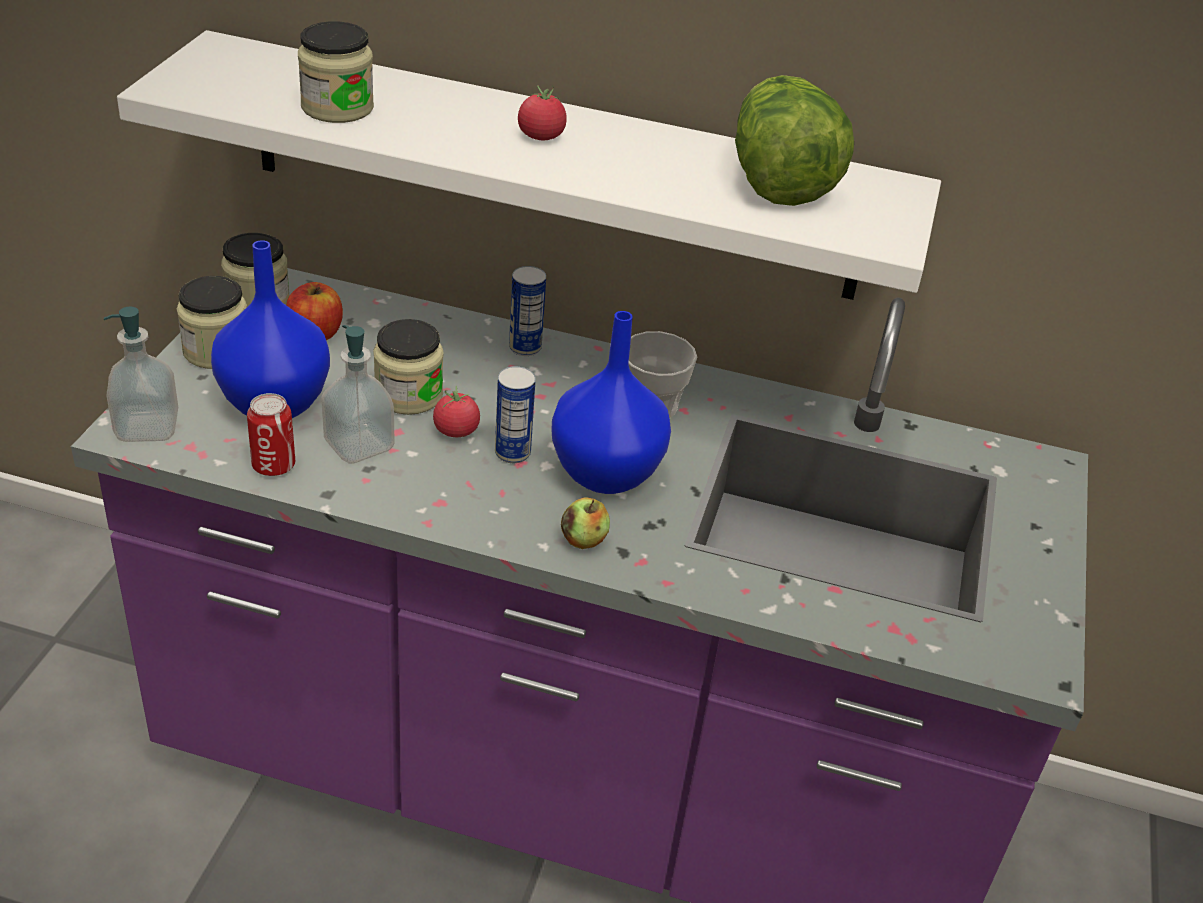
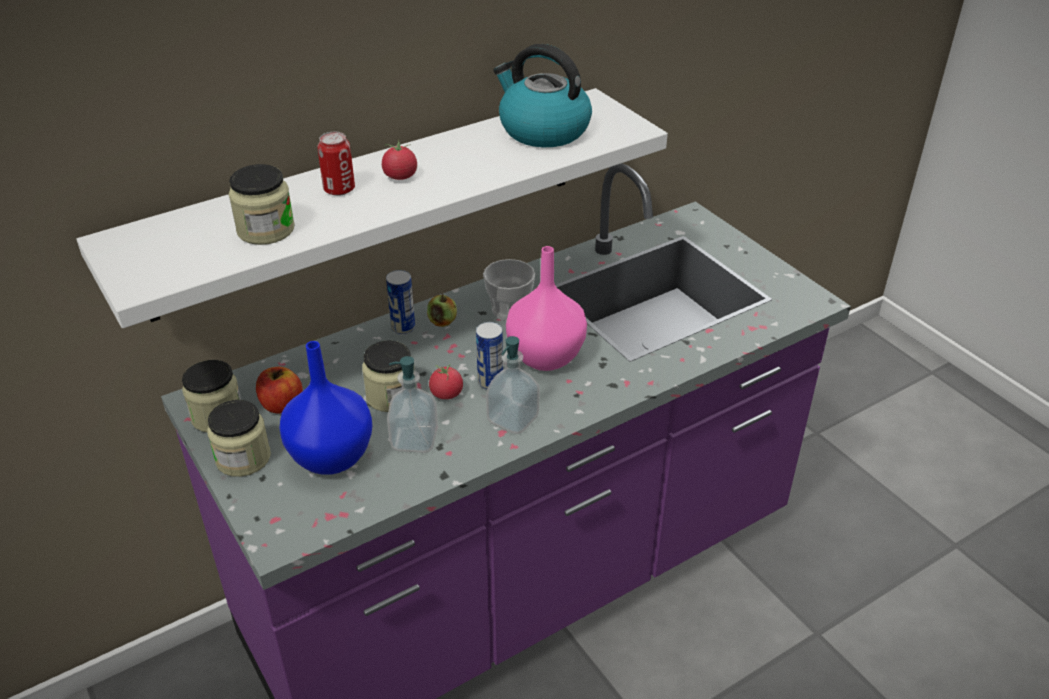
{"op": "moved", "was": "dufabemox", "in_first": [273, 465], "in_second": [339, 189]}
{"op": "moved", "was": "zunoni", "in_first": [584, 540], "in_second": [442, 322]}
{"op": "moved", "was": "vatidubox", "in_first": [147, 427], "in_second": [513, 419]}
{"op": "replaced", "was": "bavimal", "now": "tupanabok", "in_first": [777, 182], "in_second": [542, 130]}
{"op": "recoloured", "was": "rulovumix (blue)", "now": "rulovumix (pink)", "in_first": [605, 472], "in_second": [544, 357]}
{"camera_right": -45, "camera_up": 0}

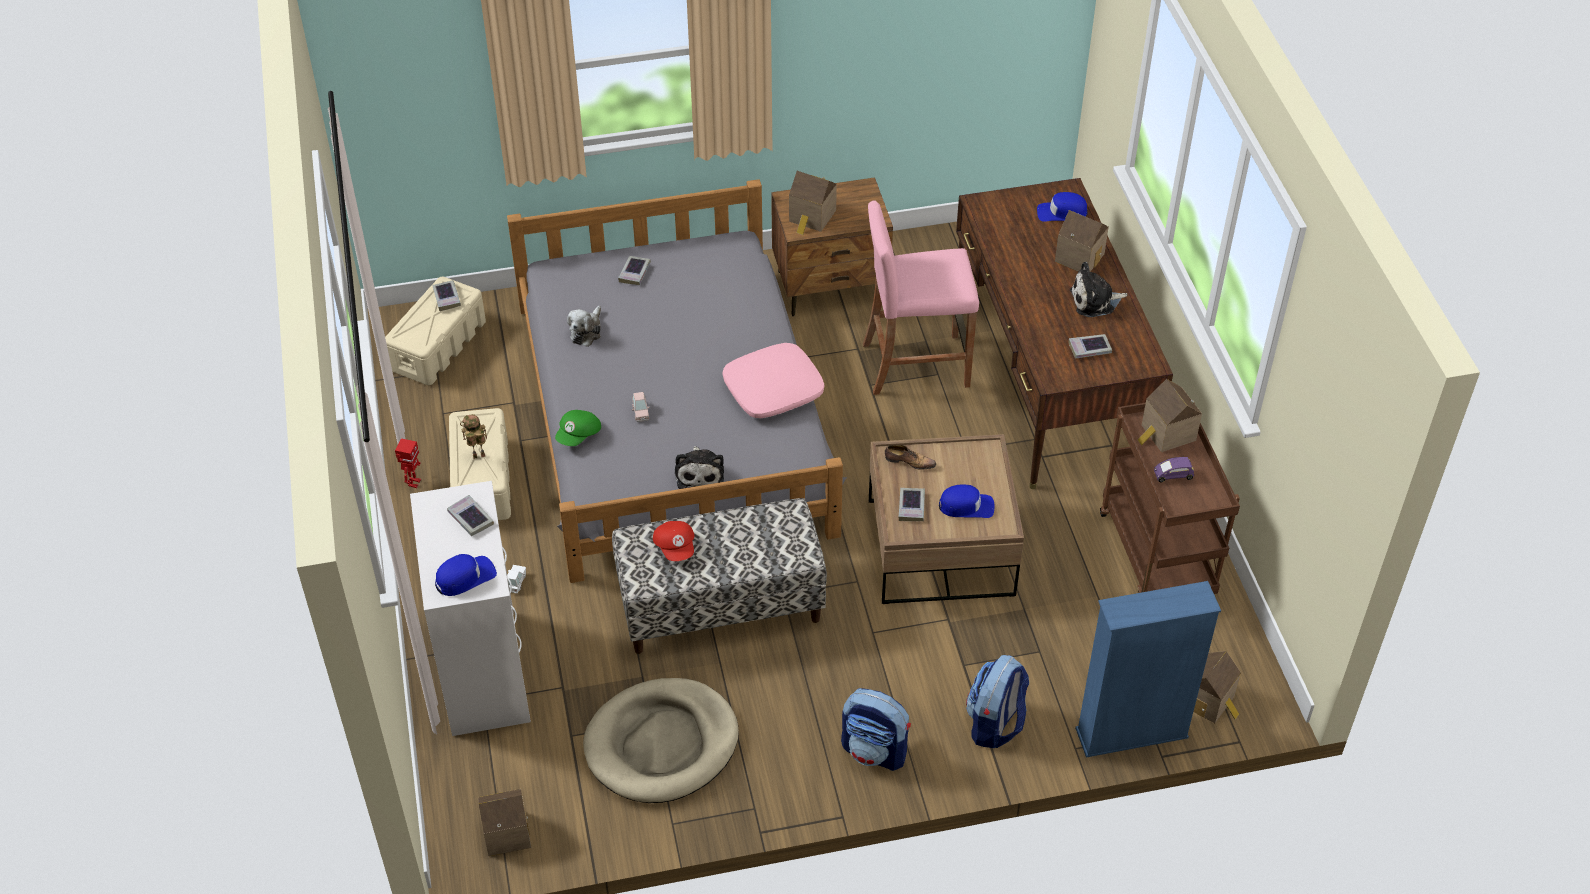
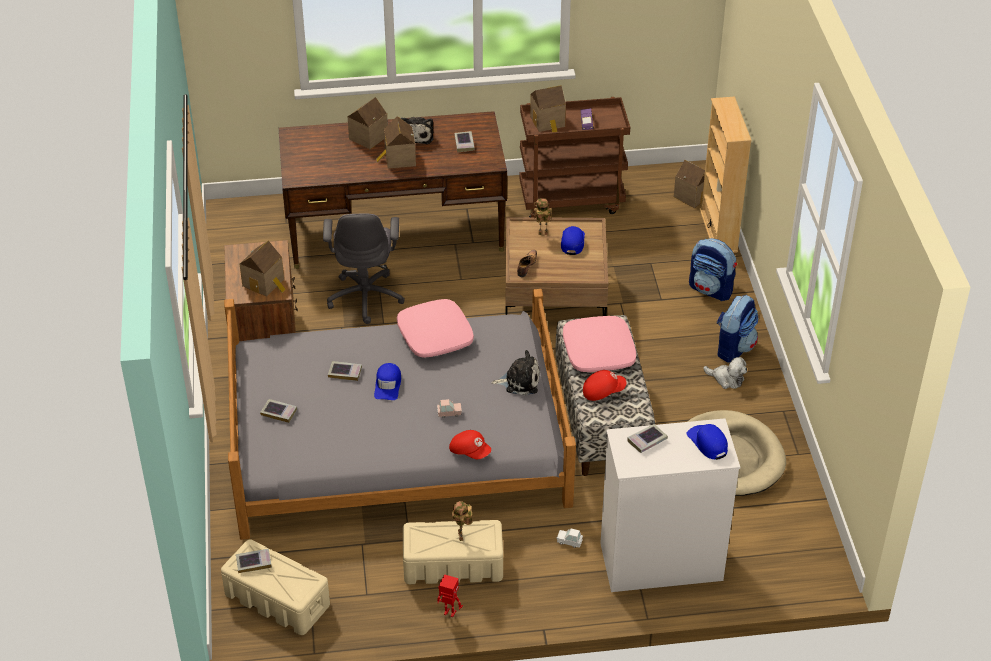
{"op": "replaced", "was": "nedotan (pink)", "now": "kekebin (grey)", "in_first": [916, 364], "in_second": [366, 296]}
{"op": "moved", "was": "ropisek", "in_first": [911, 507], "in_second": [345, 372]}
{"op": "moved", "was": "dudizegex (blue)", "in_first": [1061, 212], "in_second": [388, 385]}
{"op": "moved", "was": "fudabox", "in_first": [506, 831], "in_second": [398, 159]}
{"op": "recoloured", "was": "dudizegex (green)", "now": "dudizegex (red)", "in_first": [579, 435], "in_second": [470, 451]}
{"op": "added", "now": "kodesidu", "in_second": [542, 234]}
{"op": "added", "now": "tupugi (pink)", "in_second": [598, 351]}
{"op": "recoloured", "was": "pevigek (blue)", "now": "pevigek (beige)", "in_first": [1131, 733], "in_second": [718, 231]}
{"op": "moved", "was": "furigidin", "in_first": [586, 331], "in_second": [726, 379]}
{"camera_right": -85, "camera_up": -5}

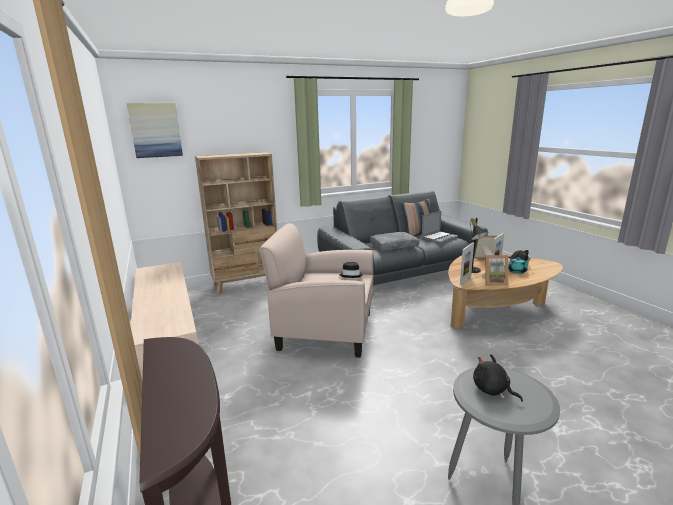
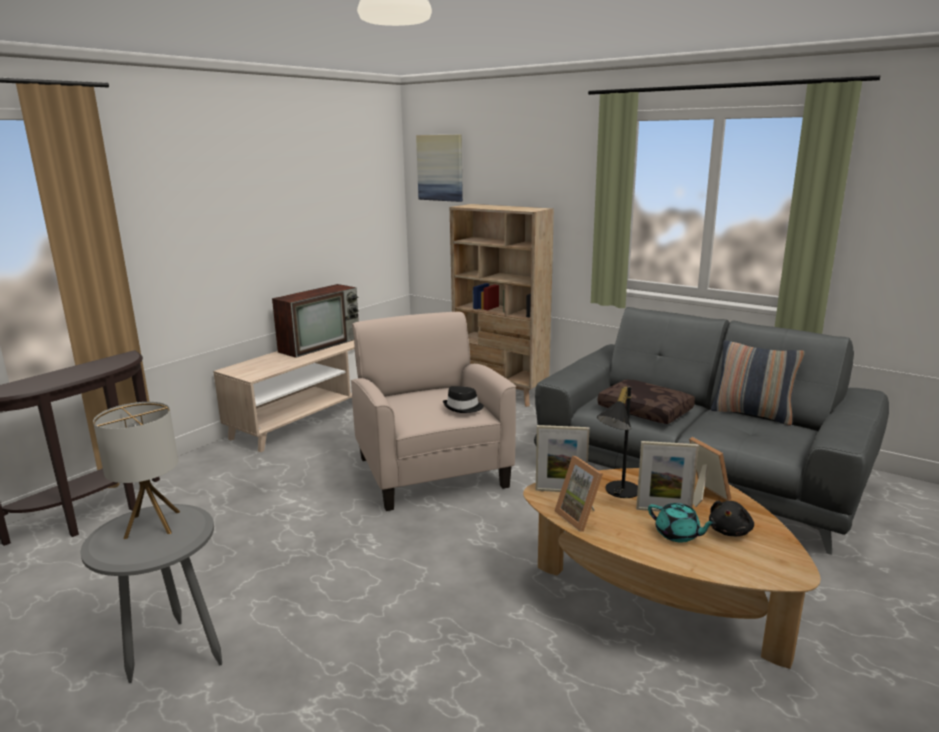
{"op": "replaced", "was": "furigidin (black)", "now": "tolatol", "in_first": [492, 390], "in_second": [152, 524]}
{"op": "added", "now": "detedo", "in_second": [321, 344]}
{"op": "recoloured", "was": "tupugi (grey)", "now": "tupugi (brown)", "in_first": [393, 246], "in_second": [646, 410]}
{"op": "removed", "was": "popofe", "in_first": [439, 238]}
{"camera_right": 60, "camera_up": 0}

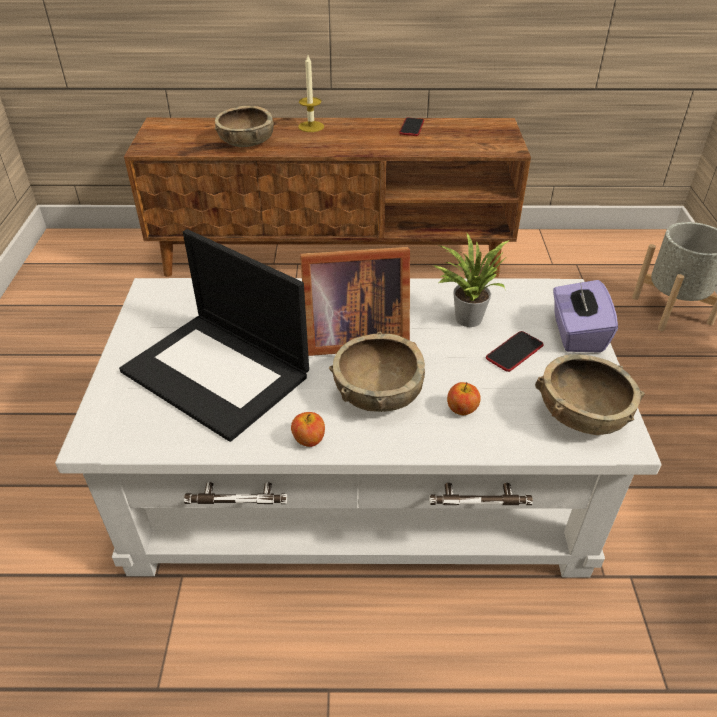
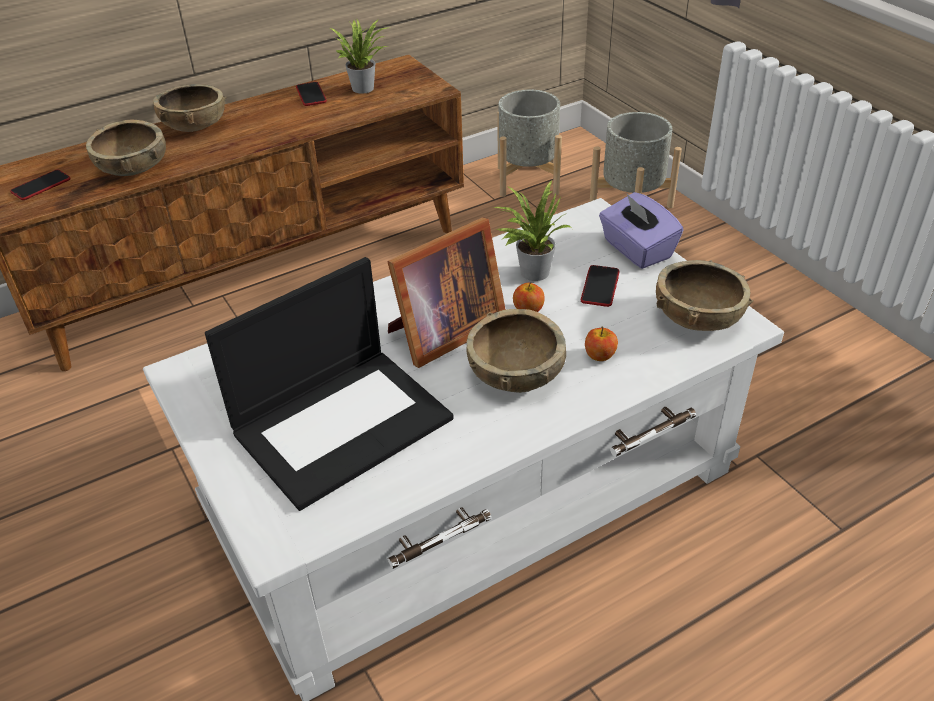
{"op": "added", "now": "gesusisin", "in_second": [41, 186]}
{"op": "replaced", "was": "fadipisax", "now": "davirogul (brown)", "in_first": [311, 126], "in_second": [194, 126]}
{"op": "turned", "was": "popofe", "in_first": [218, 373], "in_second": [343, 423], "clockwise": -45}
{"op": "added", "now": "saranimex", "in_second": [365, 87]}
{"op": "added", "now": "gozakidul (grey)", "in_second": [527, 180]}
{"op": "moved", "was": "zunoni", "in_first": [309, 440], "in_second": [528, 310]}
{"camera_right": -30, "camera_up": 0}

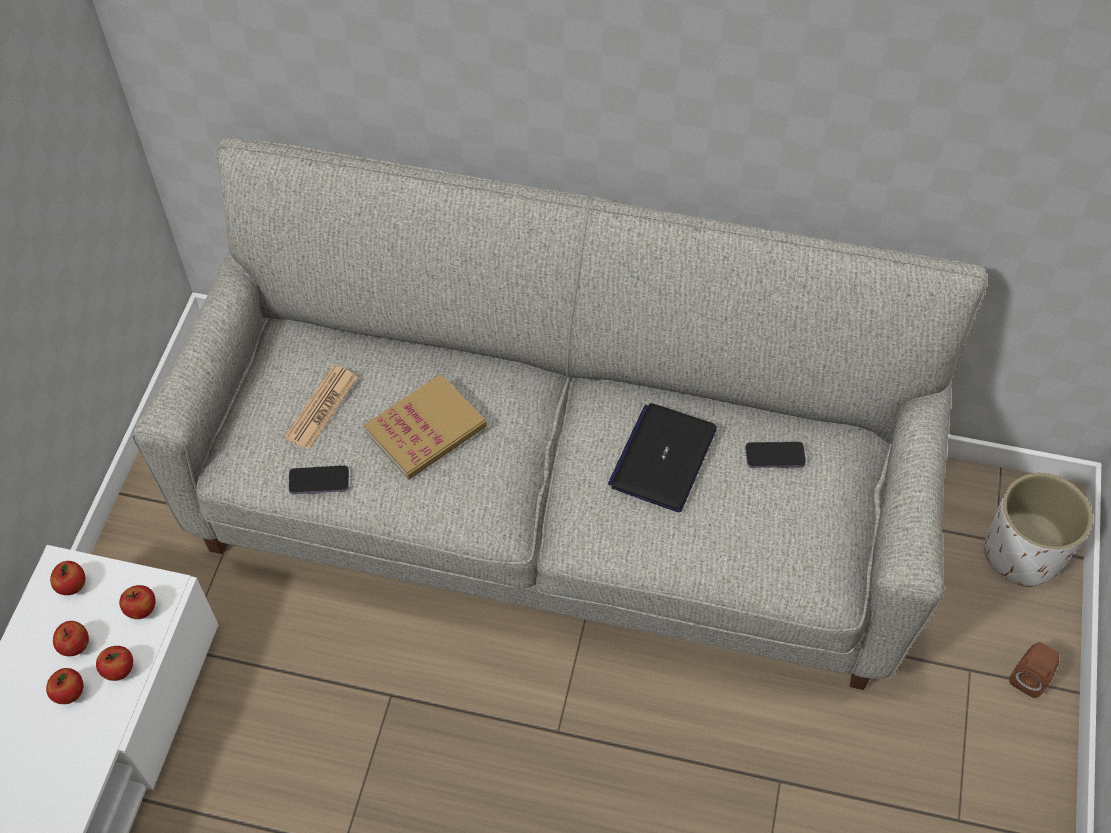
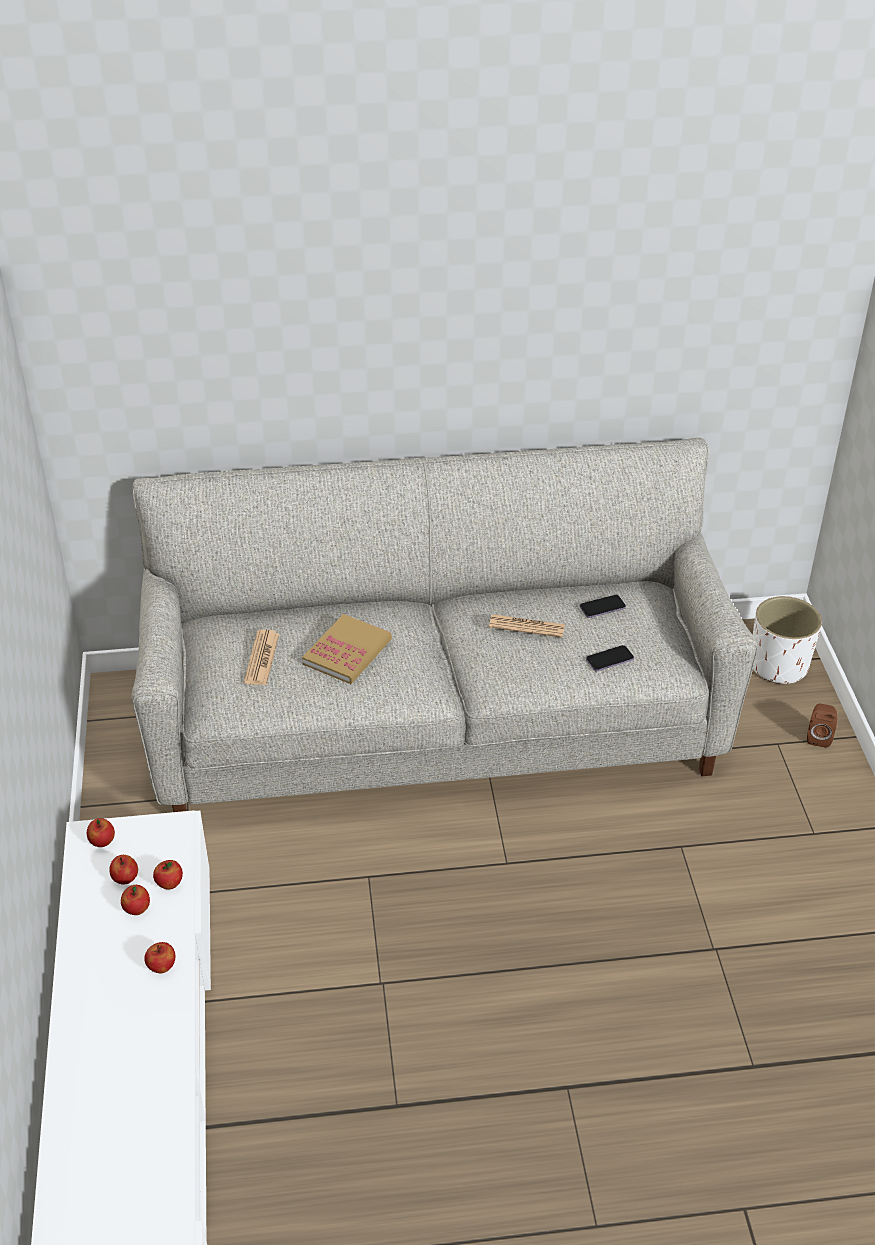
{"op": "moved", "was": "zunoni", "in_first": [142, 609], "in_second": [161, 967]}
{"op": "replaced", "was": "popofe", "now": "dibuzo", "in_first": [663, 458], "in_second": [527, 626]}
{"op": "moved", "was": "gesusisin", "in_first": [319, 481], "in_second": [609, 660]}
{"camera_right": -20, "camera_up": -15}

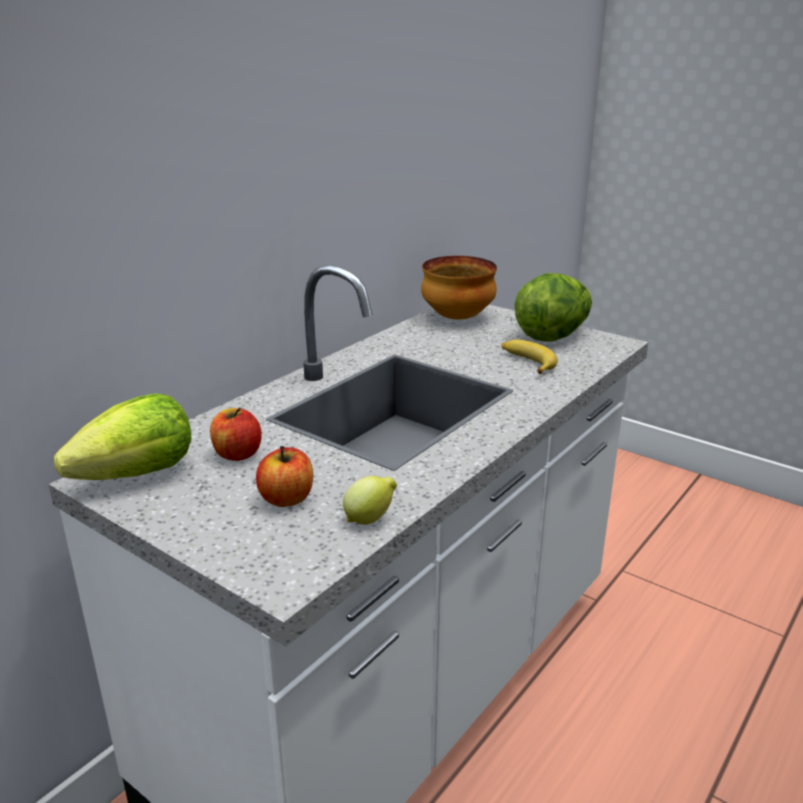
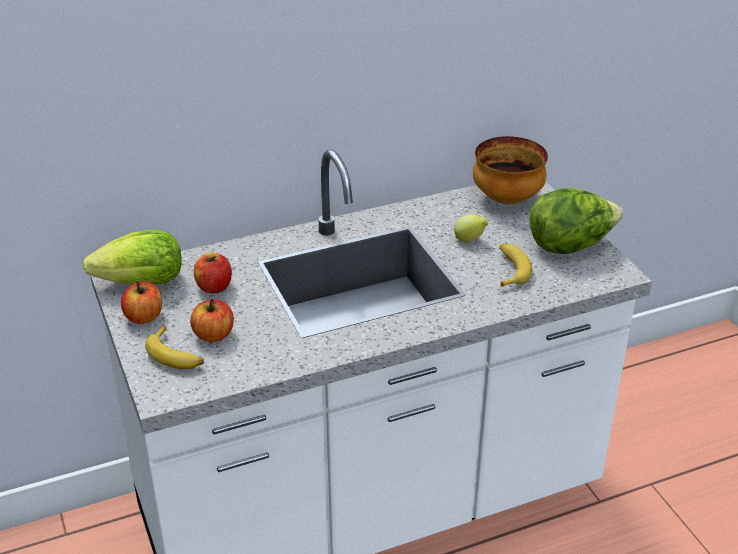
{"op": "added", "now": "zunoni", "in_second": [144, 317]}
{"op": "added", "now": "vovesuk", "in_second": [176, 355]}
{"op": "moved", "was": "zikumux", "in_first": [370, 519], "in_second": [470, 240]}
{"camera_right": 30, "camera_up": 10}

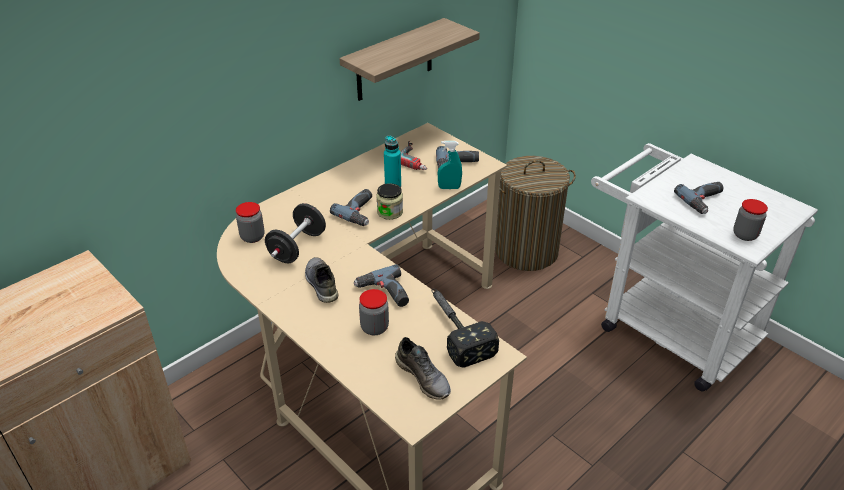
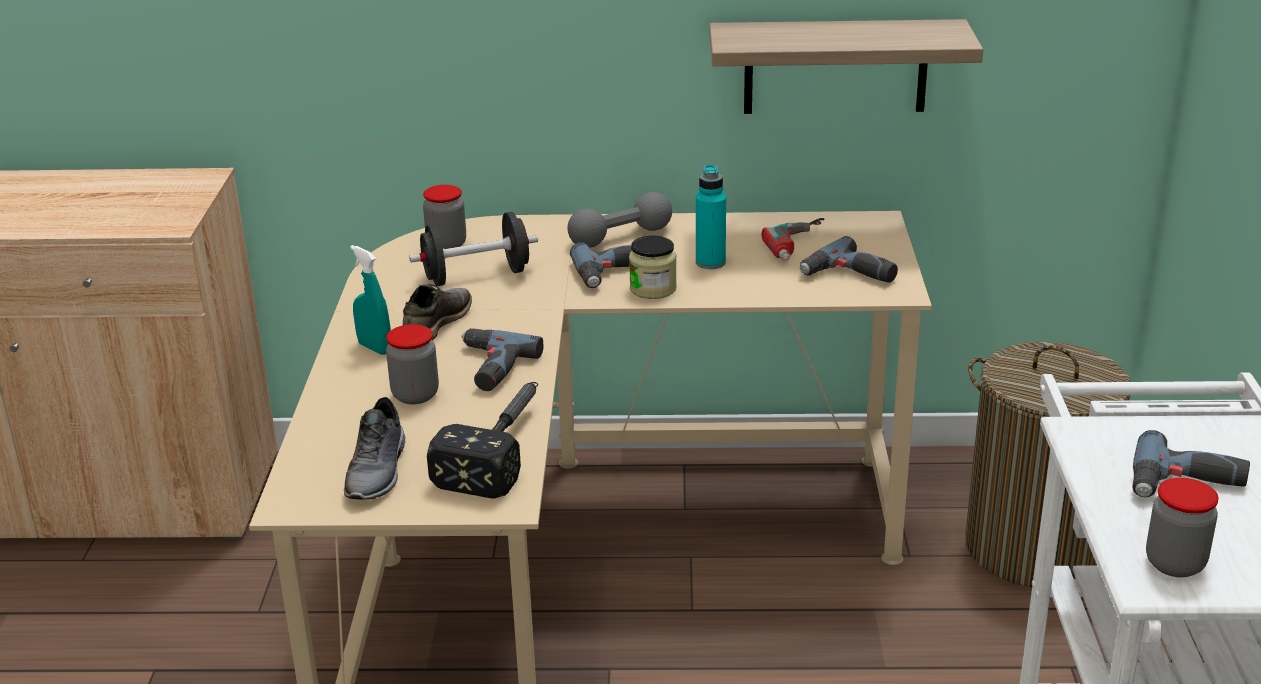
{"op": "moved", "was": "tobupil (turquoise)", "in_first": [449, 188], "in_second": [374, 348]}
{"op": "added", "now": "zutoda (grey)", "in_second": [620, 237]}
{"camera_right": 45, "camera_up": -10}

